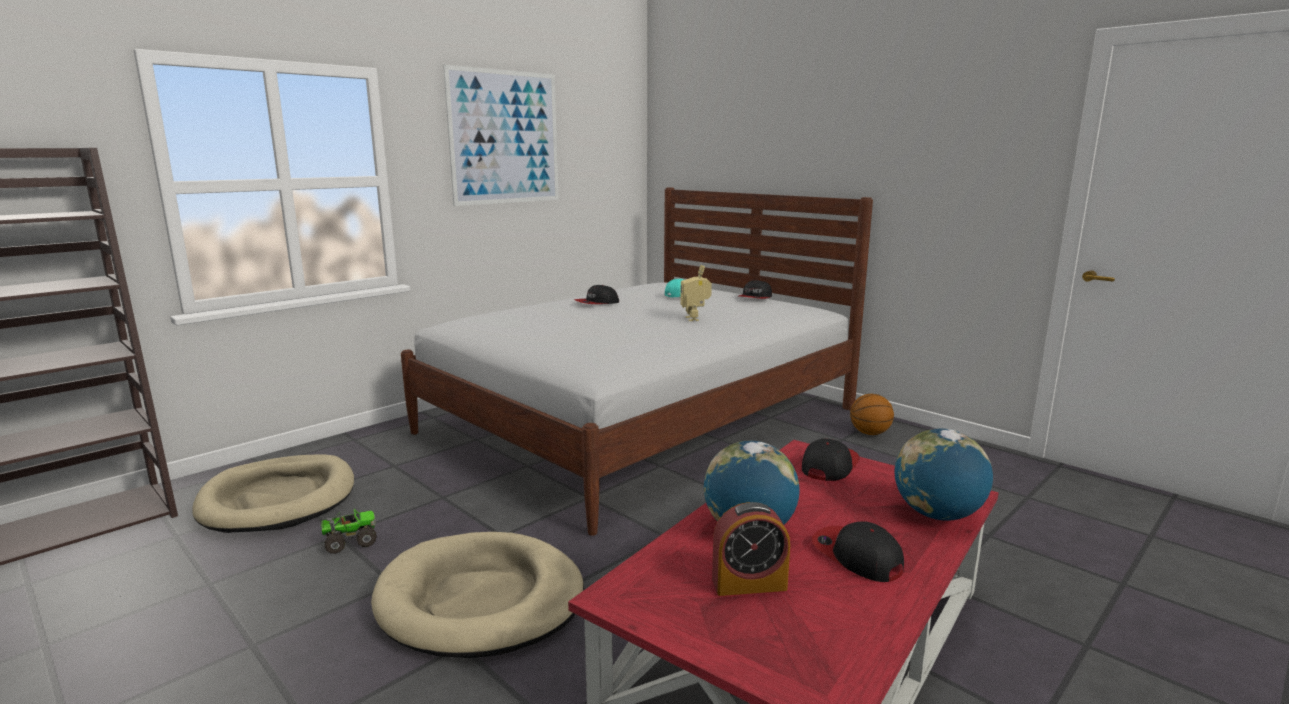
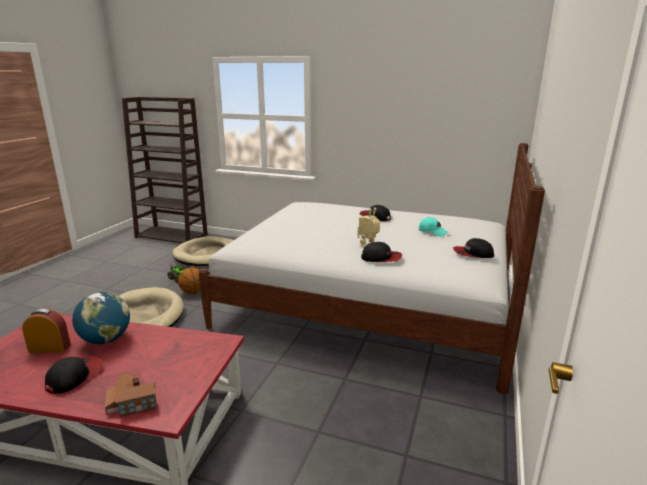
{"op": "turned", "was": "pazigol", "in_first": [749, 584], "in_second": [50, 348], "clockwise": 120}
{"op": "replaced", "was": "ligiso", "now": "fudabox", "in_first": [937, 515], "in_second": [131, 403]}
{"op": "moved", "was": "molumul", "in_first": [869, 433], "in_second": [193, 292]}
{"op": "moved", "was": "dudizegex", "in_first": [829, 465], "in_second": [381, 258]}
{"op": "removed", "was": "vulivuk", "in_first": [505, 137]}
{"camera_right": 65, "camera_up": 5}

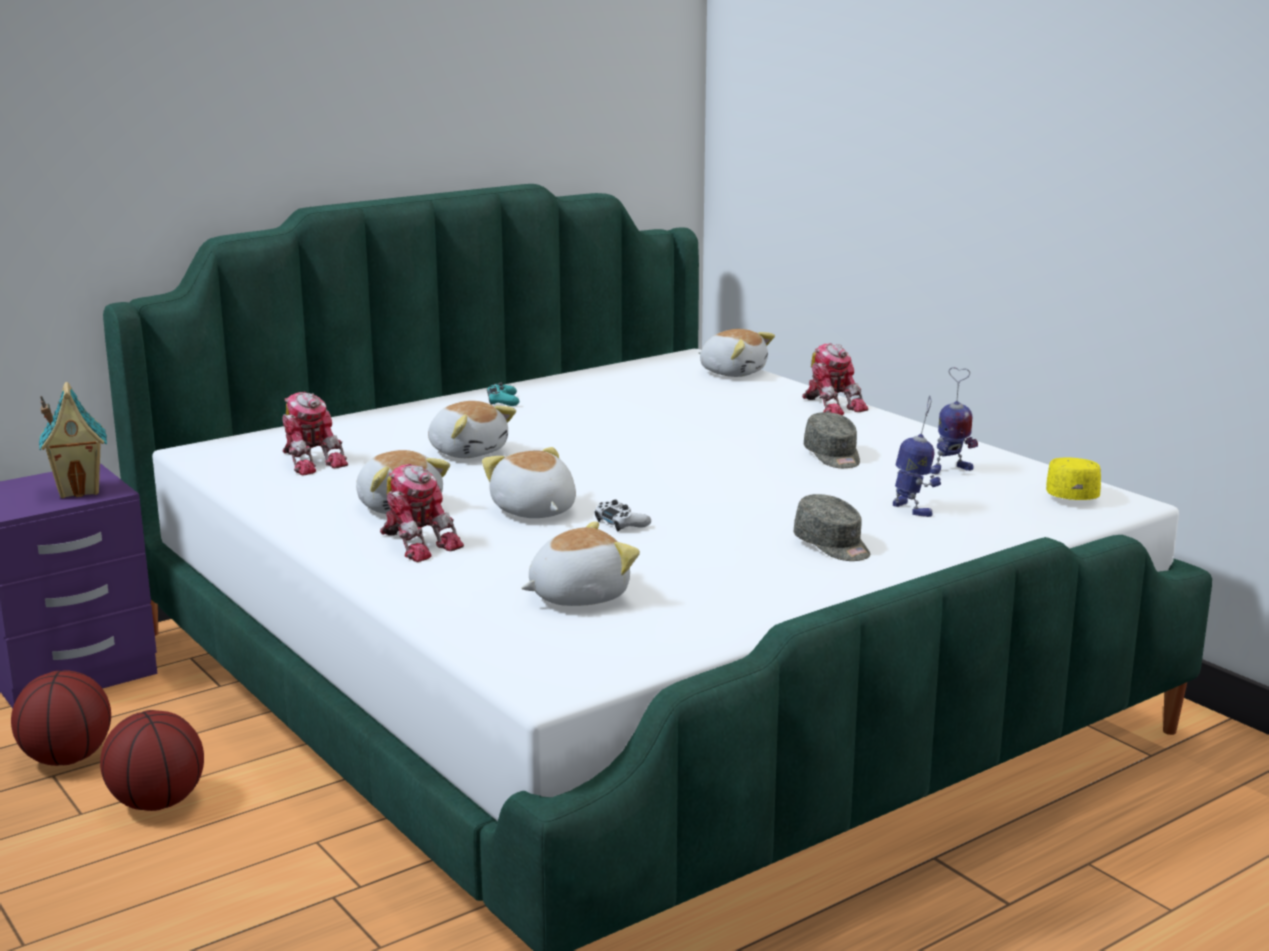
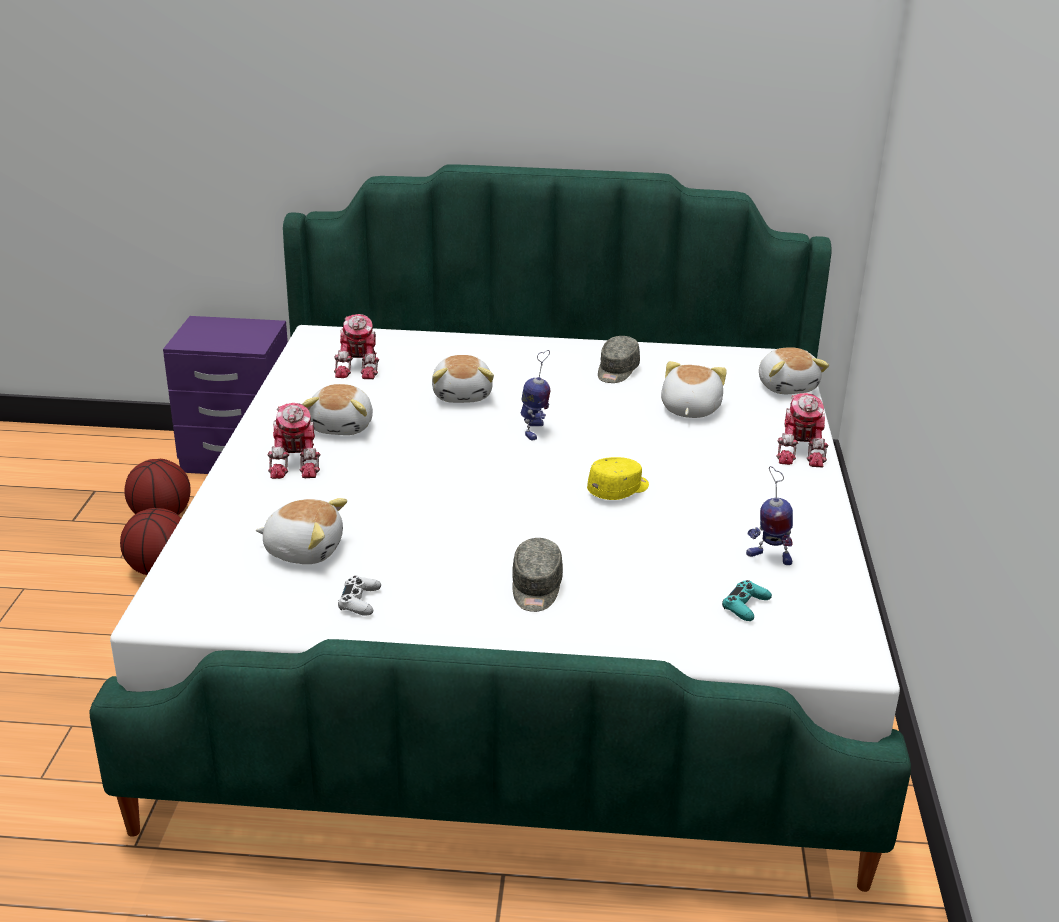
{"op": "moved", "was": "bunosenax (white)", "in_first": [621, 523], "in_second": [359, 602]}
{"op": "moved", "was": "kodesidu", "in_first": [913, 509], "in_second": [534, 431]}
{"op": "moved", "was": "dudizegex (yellow)", "in_first": [1071, 494], "in_second": [619, 490]}
{"op": "moved", "was": "dudizegex (grey)", "in_first": [833, 456], "in_second": [617, 371]}
{"op": "moved", "was": "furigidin", "in_first": [533, 511], "in_second": [689, 409]}
{"op": "moved", "was": "bunosenax (turquoise)", "in_first": [503, 401], "in_second": [745, 606]}
{"op": "removed", "was": "fudabox", "in_first": [80, 490]}
{"camera_right": 40, "camera_up": 10}

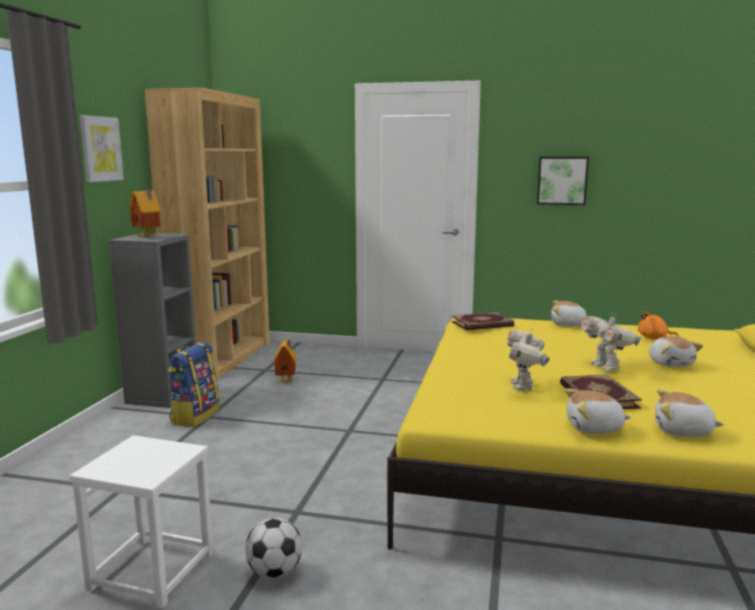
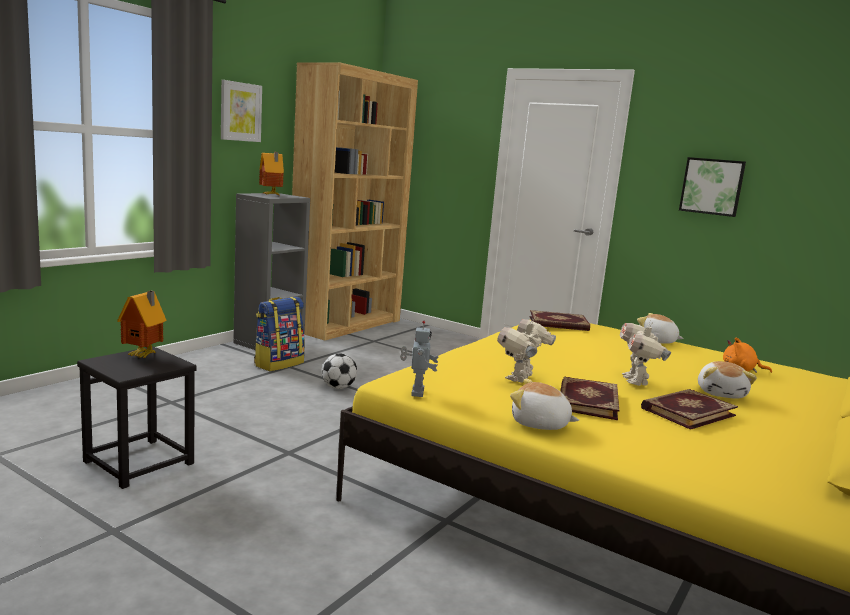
{"op": "recoloured", "was": "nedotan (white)", "now": "nedotan (black)", "in_first": [152, 571], "in_second": [139, 463]}
{"op": "moved", "was": "fudabox", "in_first": [286, 381], "in_second": [144, 356]}
{"op": "moved", "was": "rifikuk", "in_first": [274, 572], "in_second": [338, 387]}
{"op": "added", "now": "kodesidu", "in_second": [416, 392]}
{"op": "added", "now": "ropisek", "in_second": [687, 411]}
{"op": "removed", "was": "furigidin", "in_first": [683, 431]}
{"camera_right": 20, "camera_up": 0}

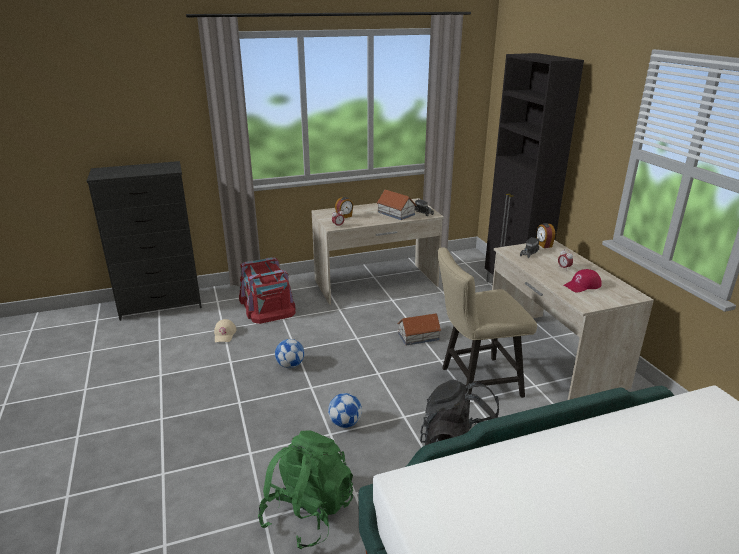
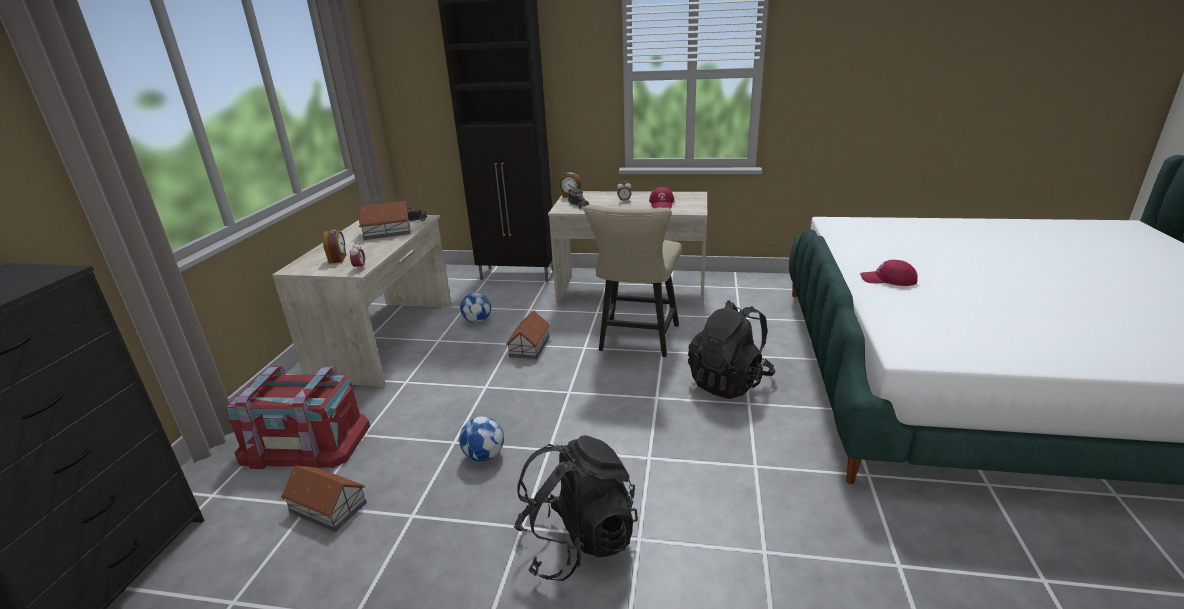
{"op": "replaced", "was": "dudizegex (beige)", "now": "fudabox", "in_first": [225, 334], "in_second": [328, 506]}
{"op": "moved", "was": "rifikuk", "in_first": [345, 423], "in_second": [477, 321]}
{"op": "added", "now": "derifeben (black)", "in_second": [577, 541]}
{"op": "added", "now": "dudizegex (red)", "in_second": [888, 279]}
{"op": "removed", "was": "derifeben (green)", "in_first": [308, 513]}
{"camera_right": -60, "camera_up": 0}

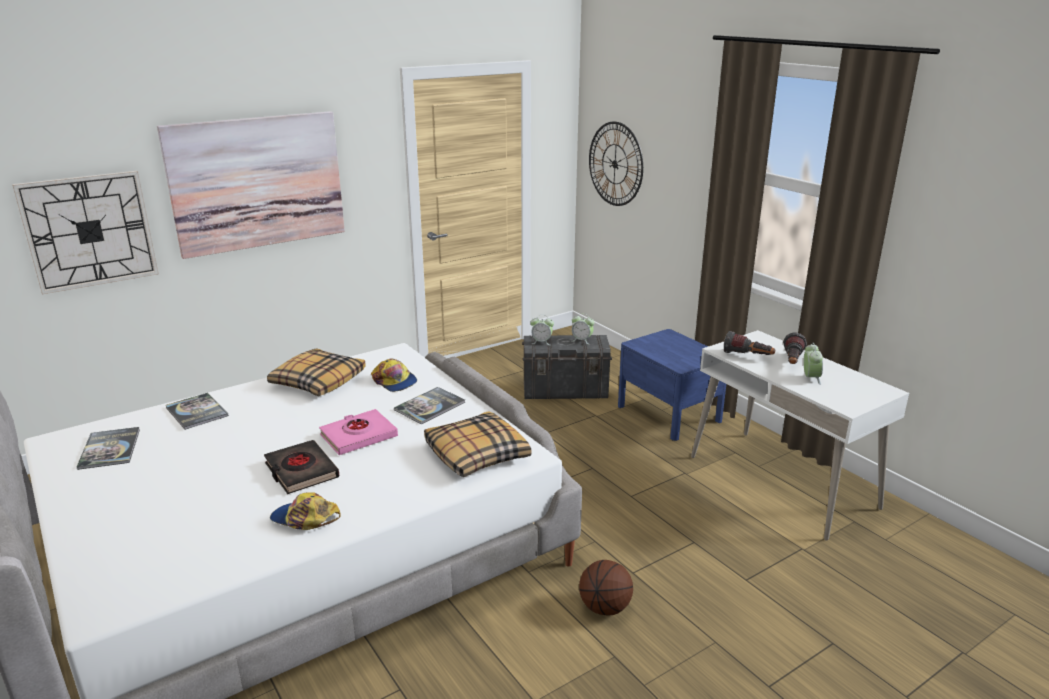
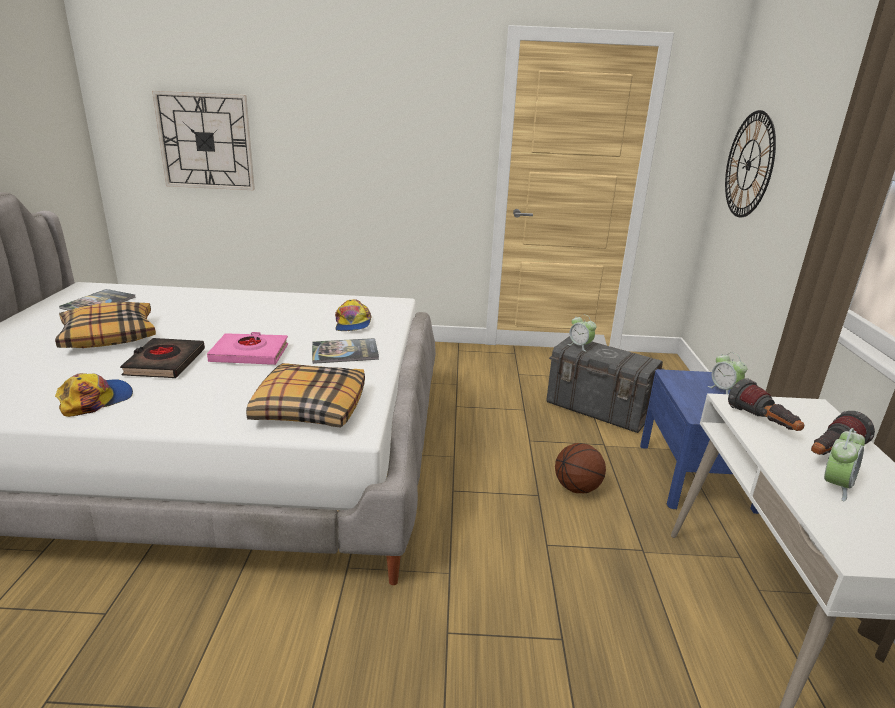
{"op": "moved", "was": "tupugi", "in_first": [318, 381], "in_second": [109, 336]}
{"op": "turned", "was": "dudizegex", "in_first": [304, 519], "in_second": [96, 400], "clockwise": 75}
{"op": "moved", "was": "molumul", "in_first": [605, 607], "in_second": [577, 488]}
{"op": "moved", "was": "pazigol", "in_first": [582, 340], "in_second": [723, 390]}
{"op": "removed", "was": "vulivuk", "in_first": [257, 182]}
{"op": "removed", "was": "ropisek", "in_first": [196, 412]}
{"camera_right": 35, "camera_up": 0}

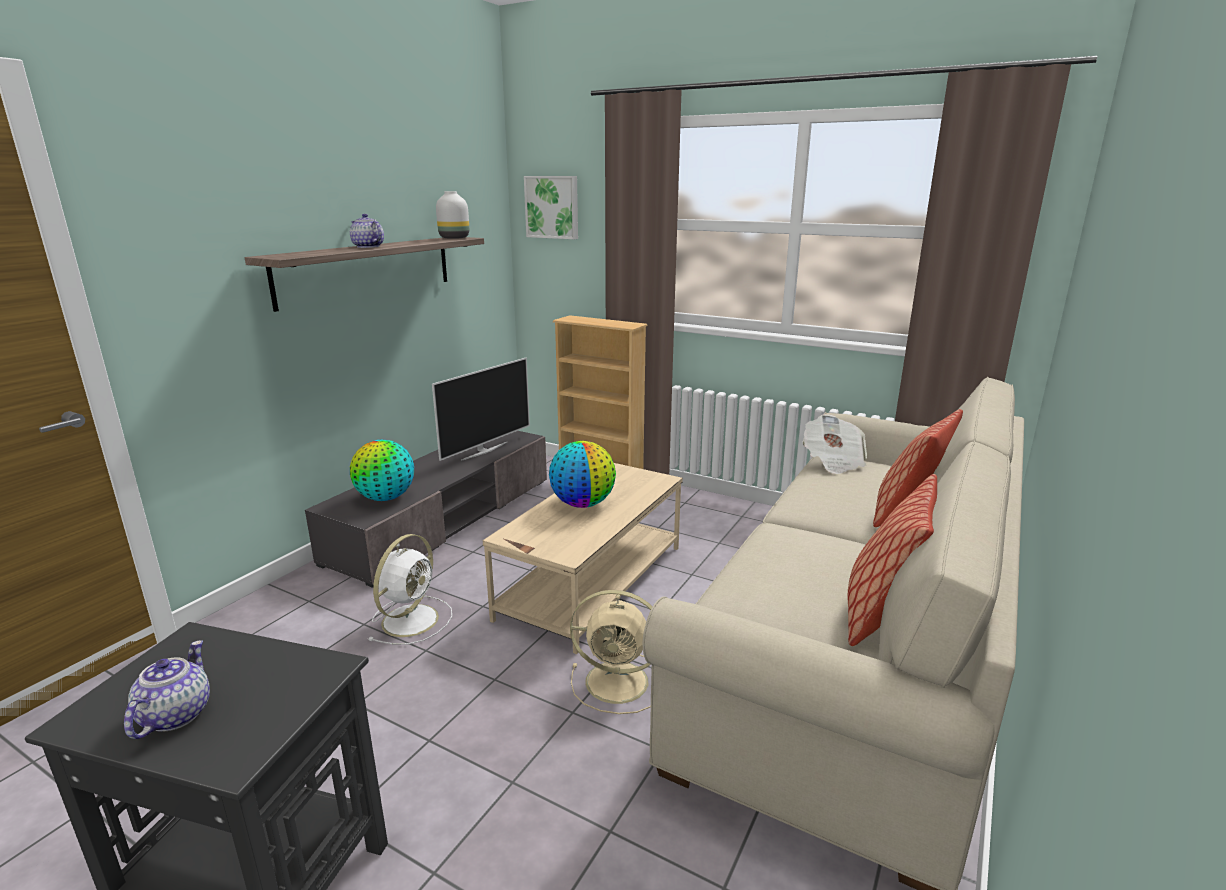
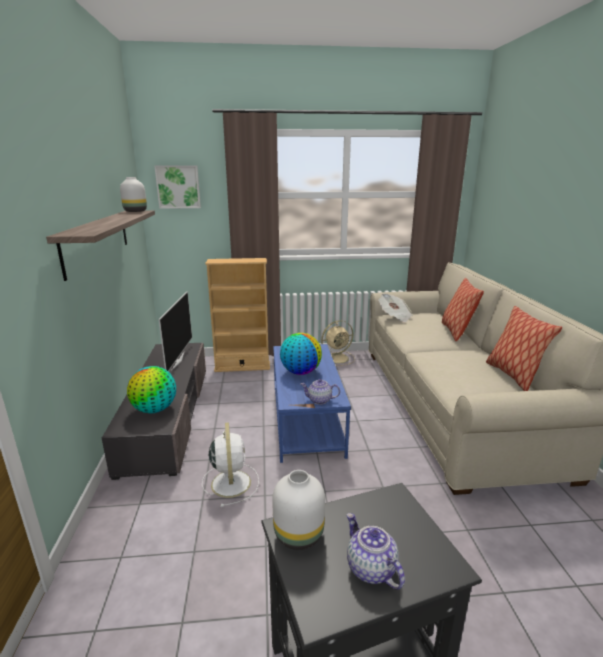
{"op": "added", "now": "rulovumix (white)", "in_second": [297, 534]}
{"op": "recoloured", "was": "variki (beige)", "now": "variki (blue)", "in_first": [593, 582], "in_second": [306, 419]}
{"op": "moved", "was": "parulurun", "in_first": [367, 247], "in_second": [319, 400]}
{"op": "moved", "was": "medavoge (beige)", "in_first": [620, 682], "in_second": [337, 358]}
{"camera_right": -35, "camera_up": 0}

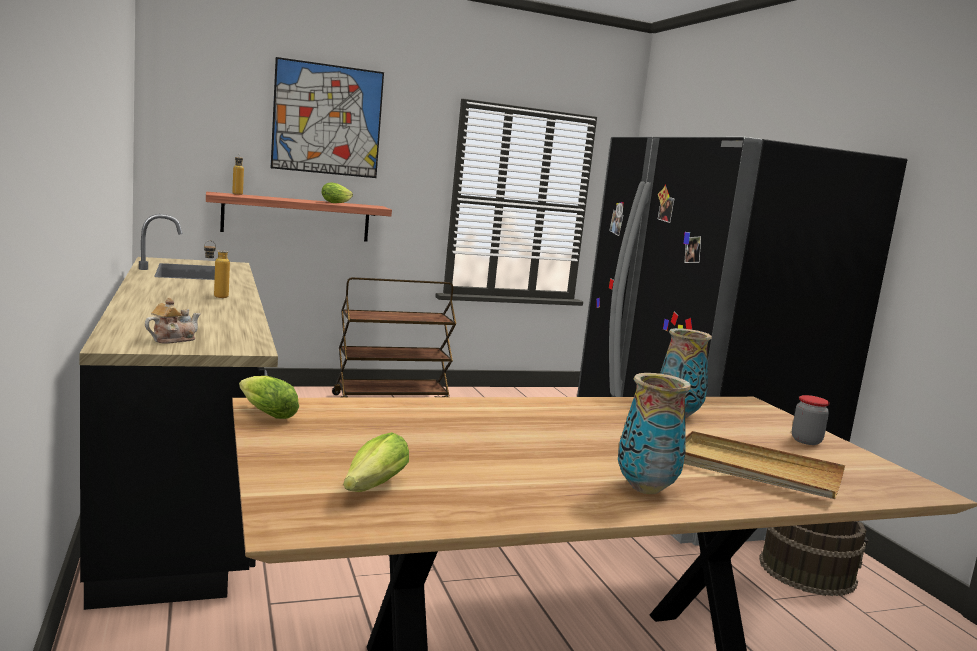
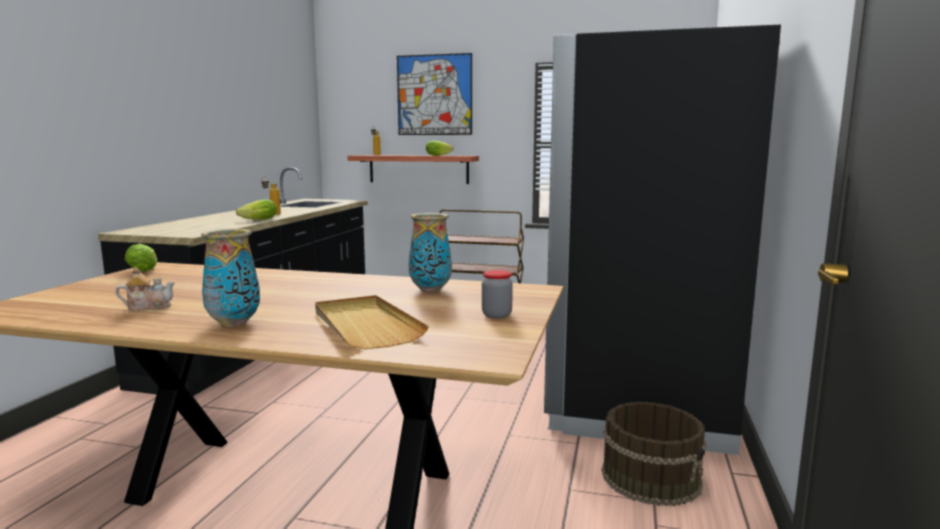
{"op": "moved", "was": "parulurun", "in_first": [172, 339], "in_second": [148, 307]}
{"op": "moved", "was": "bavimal", "in_first": [371, 489], "in_second": [256, 220]}
{"camera_right": 35, "camera_up": 0}

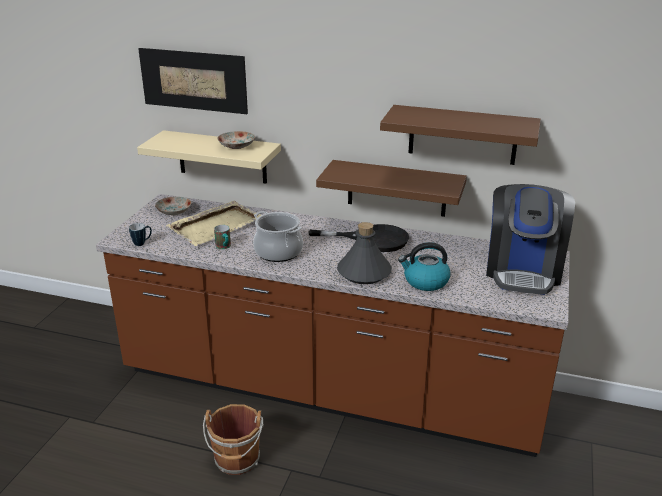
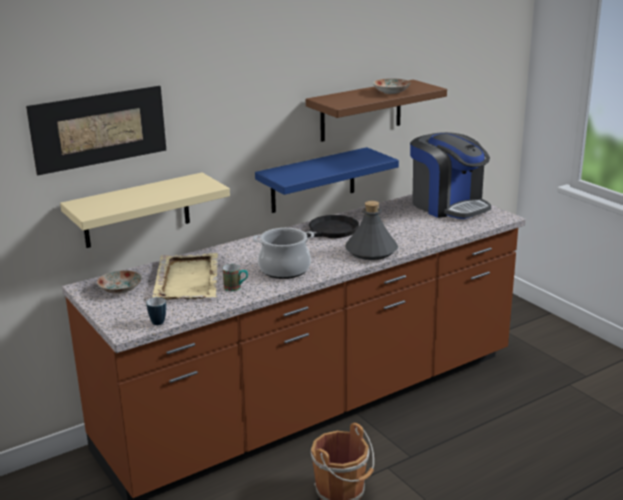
{"op": "recoloured", "was": "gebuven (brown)", "now": "gebuven (blue)", "in_first": [396, 188], "in_second": [313, 180]}
{"op": "moved", "was": "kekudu", "in_first": [236, 146], "in_second": [391, 92]}
{"op": "removed", "was": "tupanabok", "in_first": [425, 281]}
{"camera_right": -50, "camera_up": -5}

